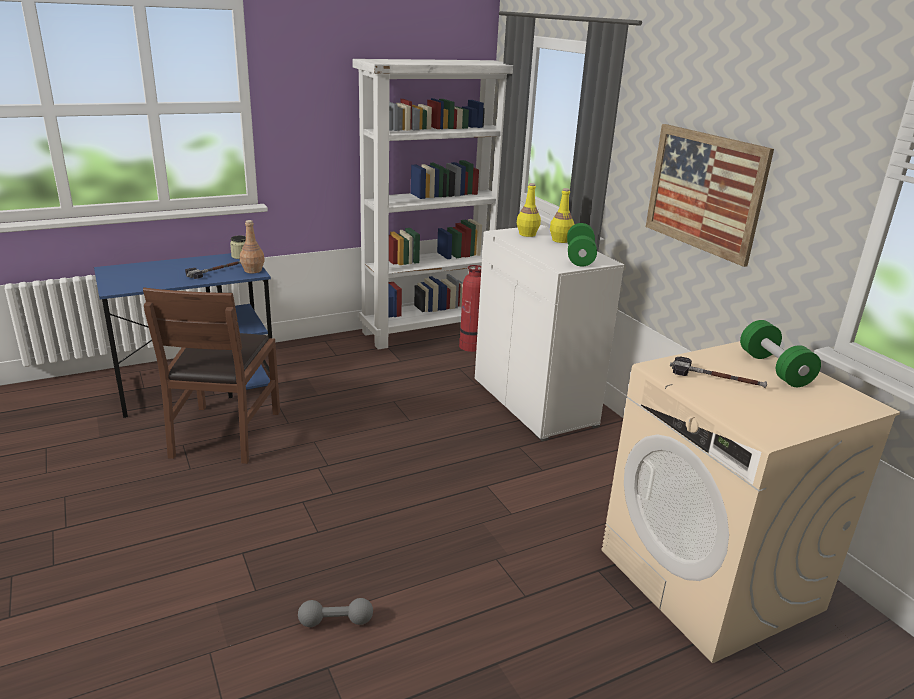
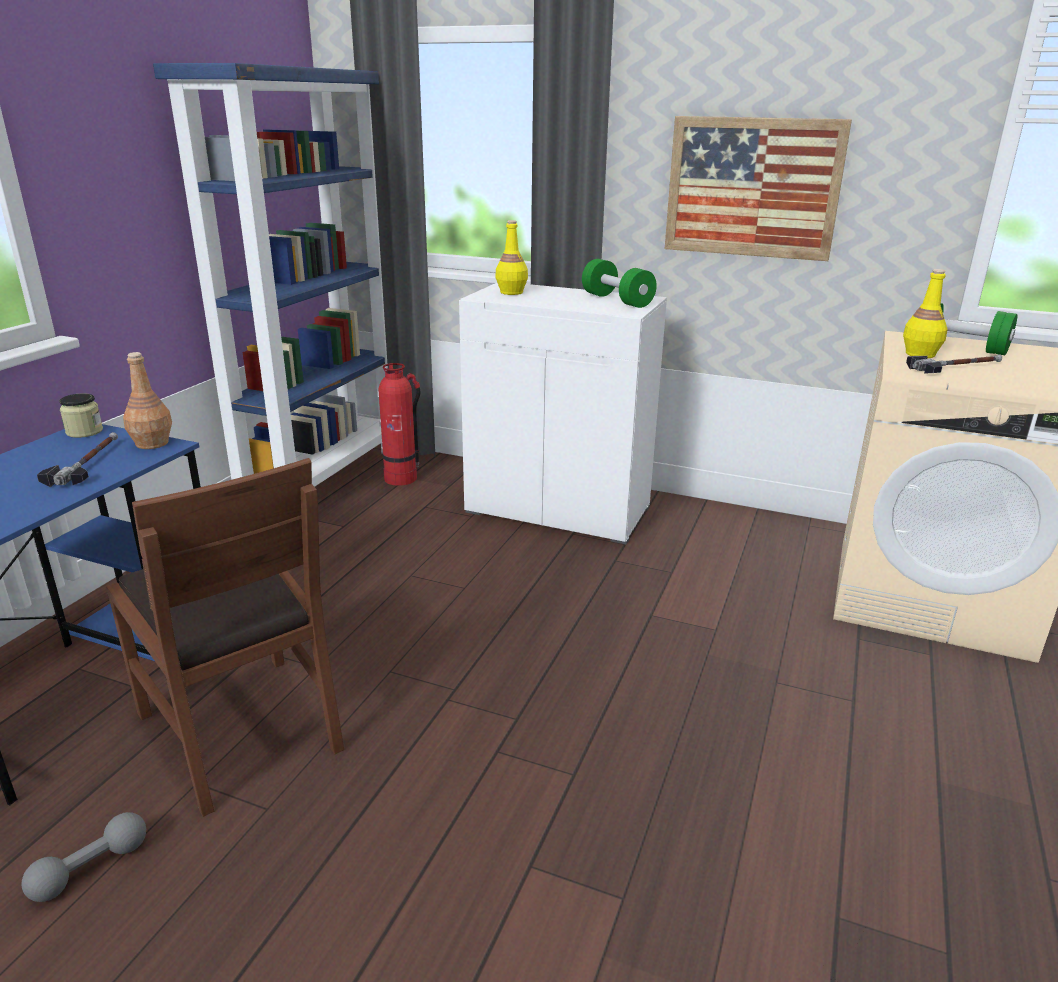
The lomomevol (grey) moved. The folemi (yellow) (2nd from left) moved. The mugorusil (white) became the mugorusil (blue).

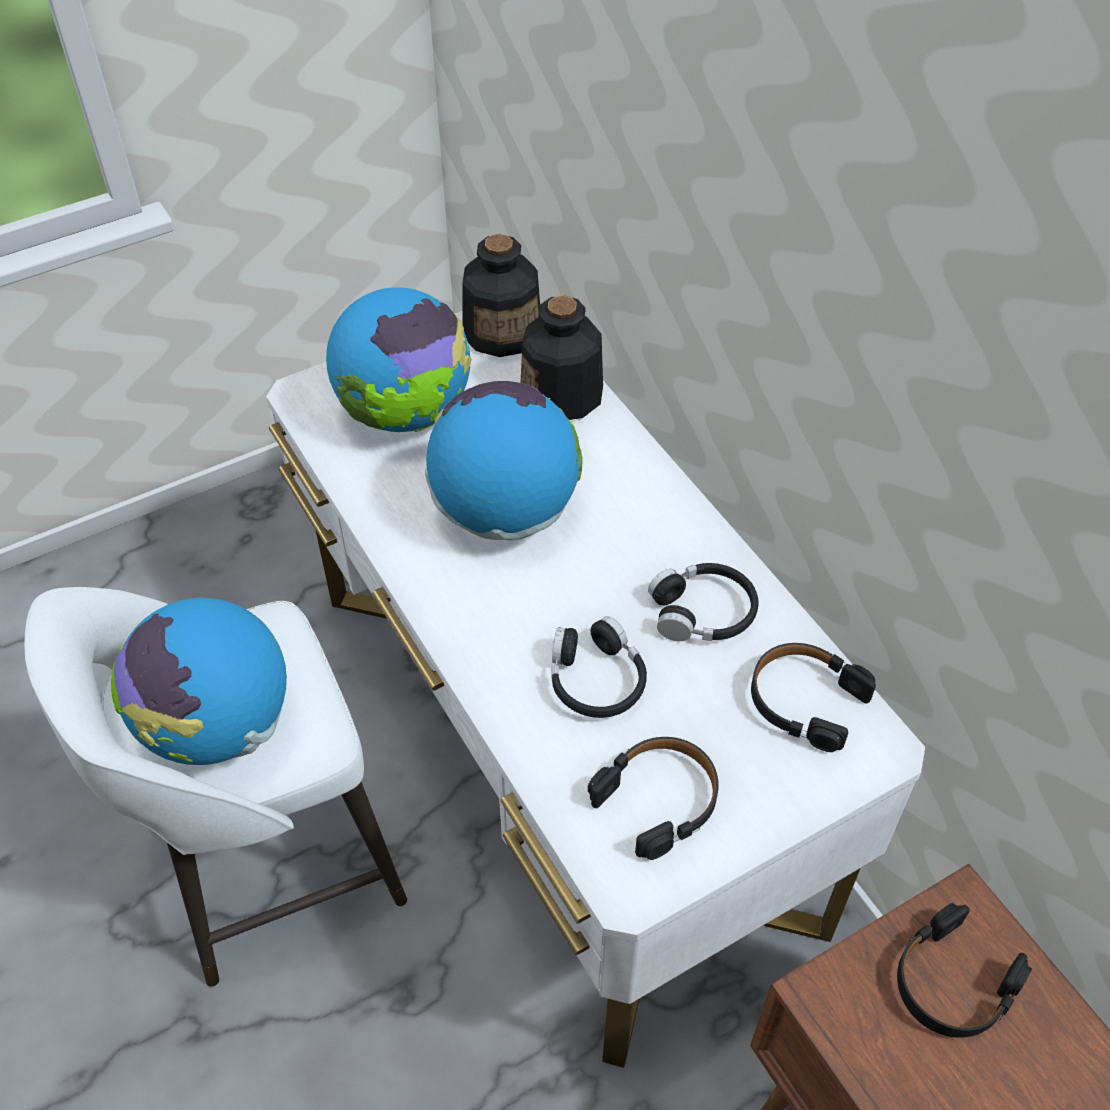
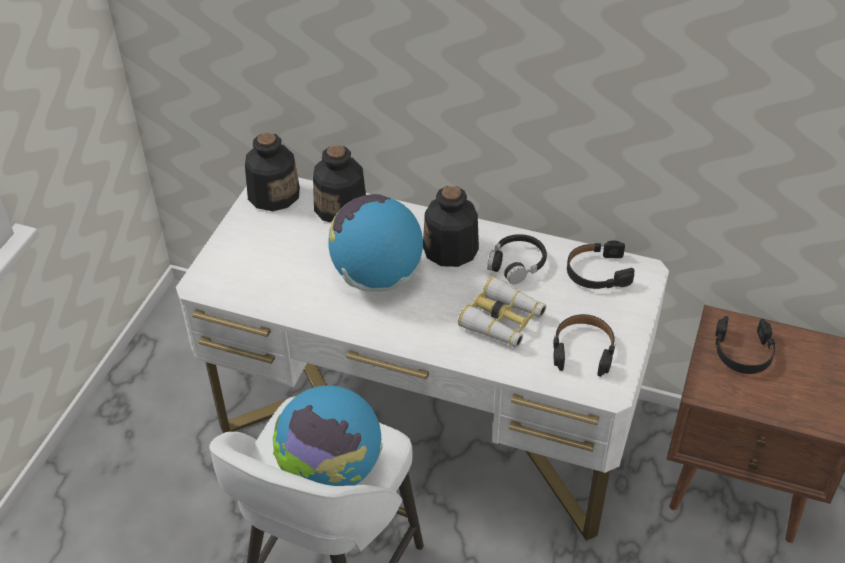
The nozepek (2nd from left) disappeared. The folemi (3rd from left) appeared. The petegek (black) (1st from left) was replaced by the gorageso.

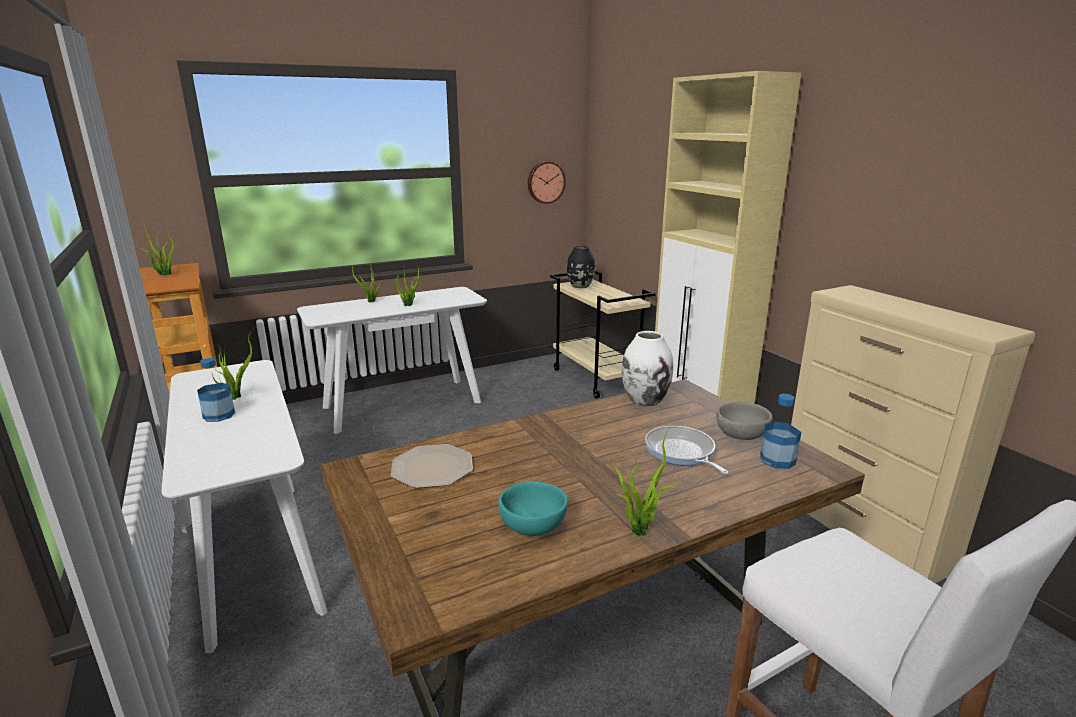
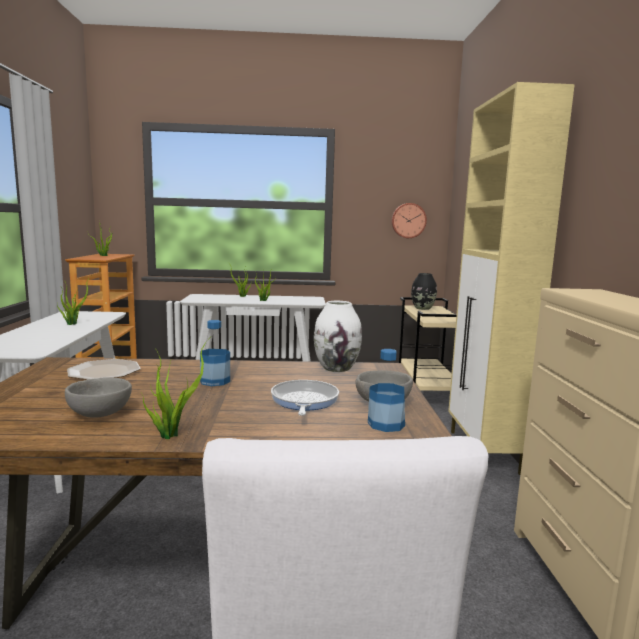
The folemi (1st from left) moved. The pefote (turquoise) became the pefote (grey) (1st from left).

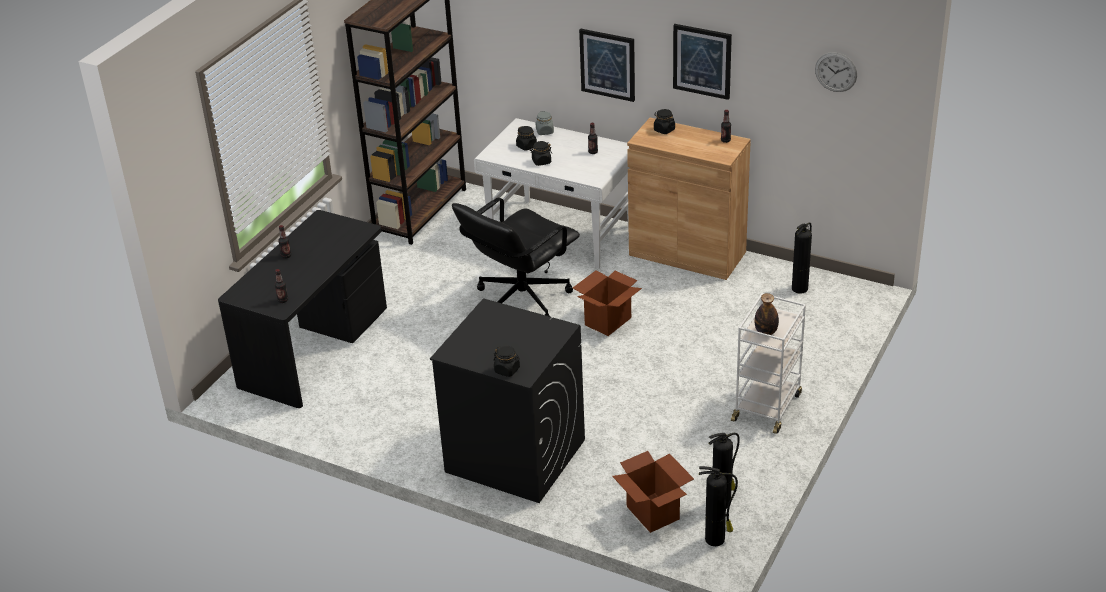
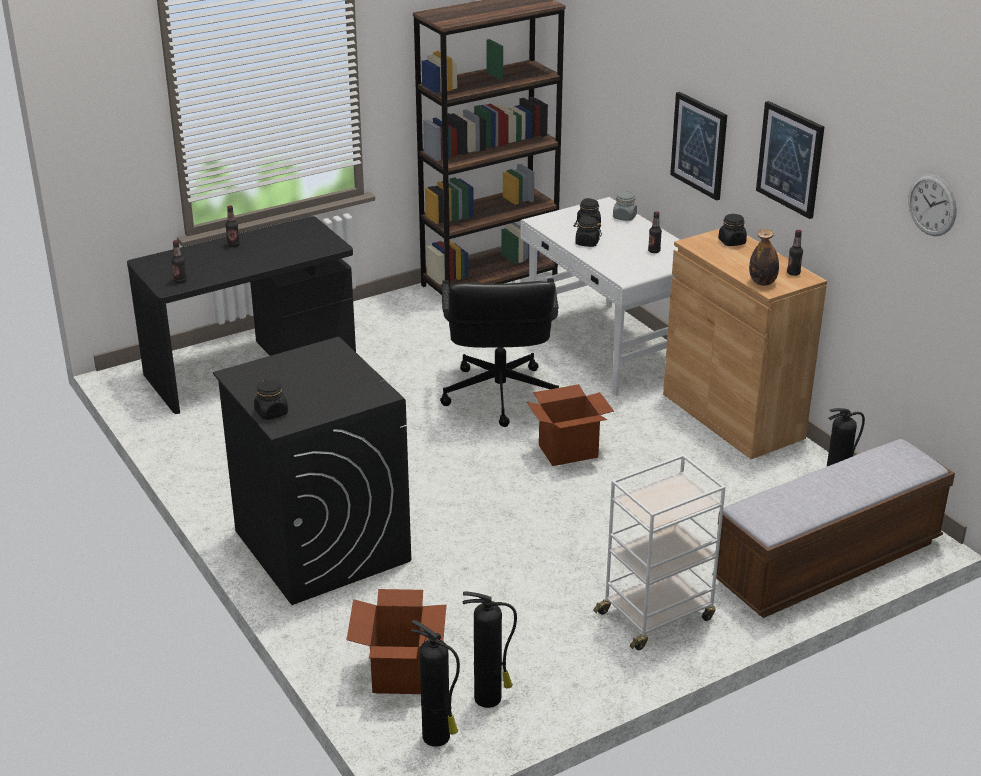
The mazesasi appeared. The folemi (5th from left in the first image) moved. The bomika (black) turned 75 degrees counterclockwise.

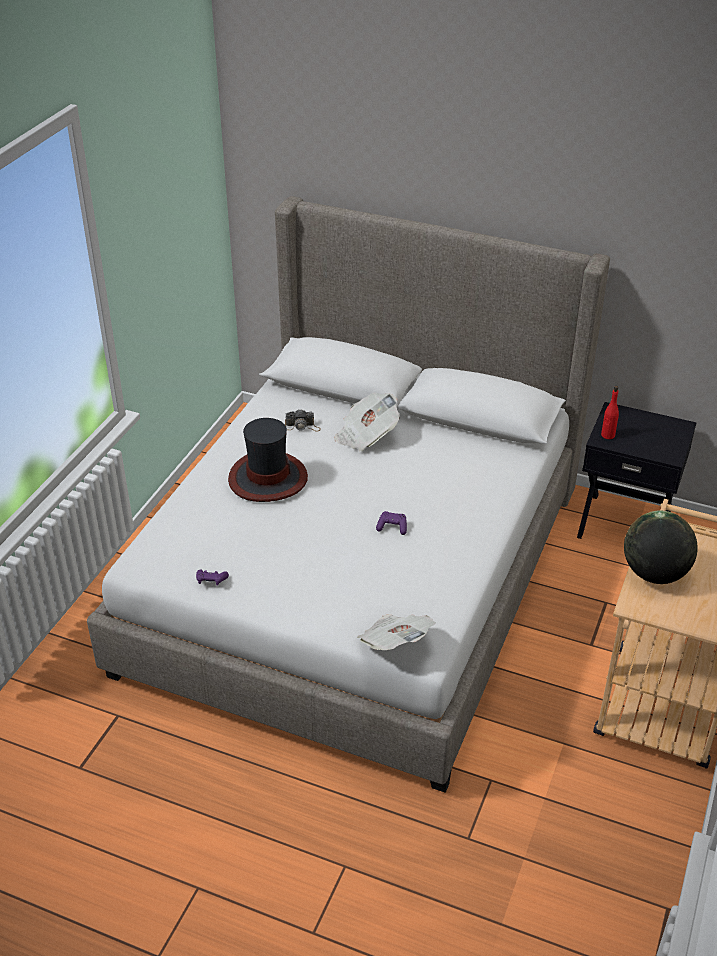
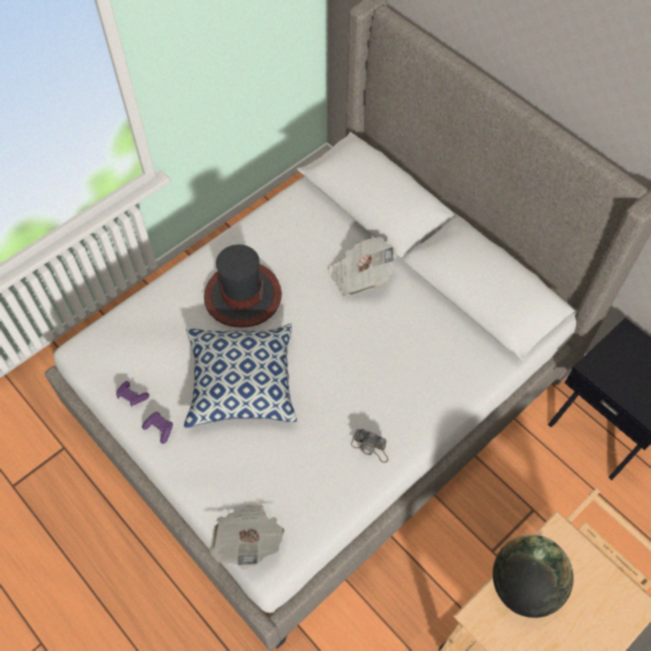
The folemi (red) disappeared. The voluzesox appeared. The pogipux moved. The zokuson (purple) (2nd from left) moved.

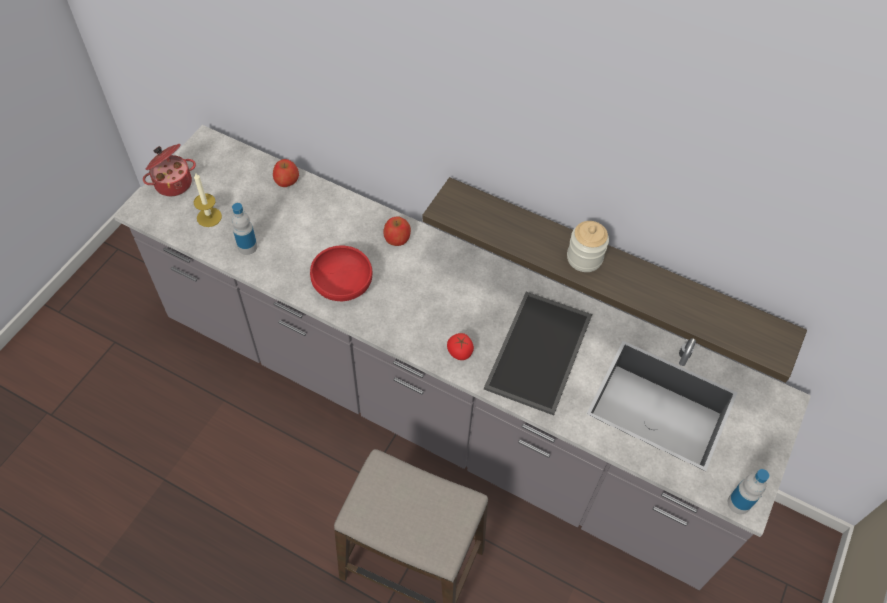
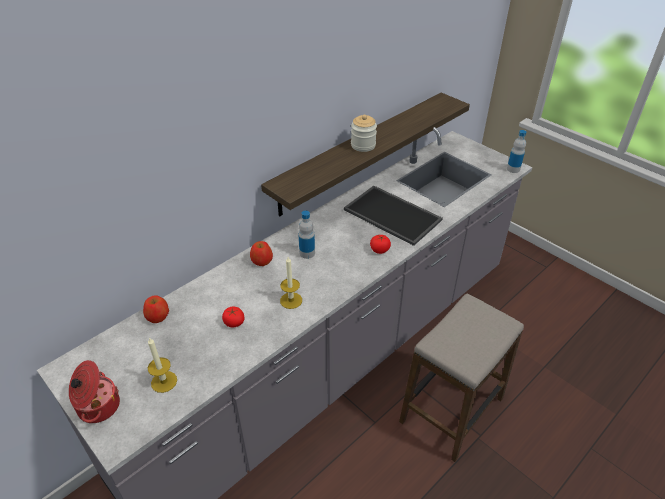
The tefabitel (1st from left) appeared. The folemi (1st from left) moved. The pefote (red) was replaced by the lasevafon (2nd from left).

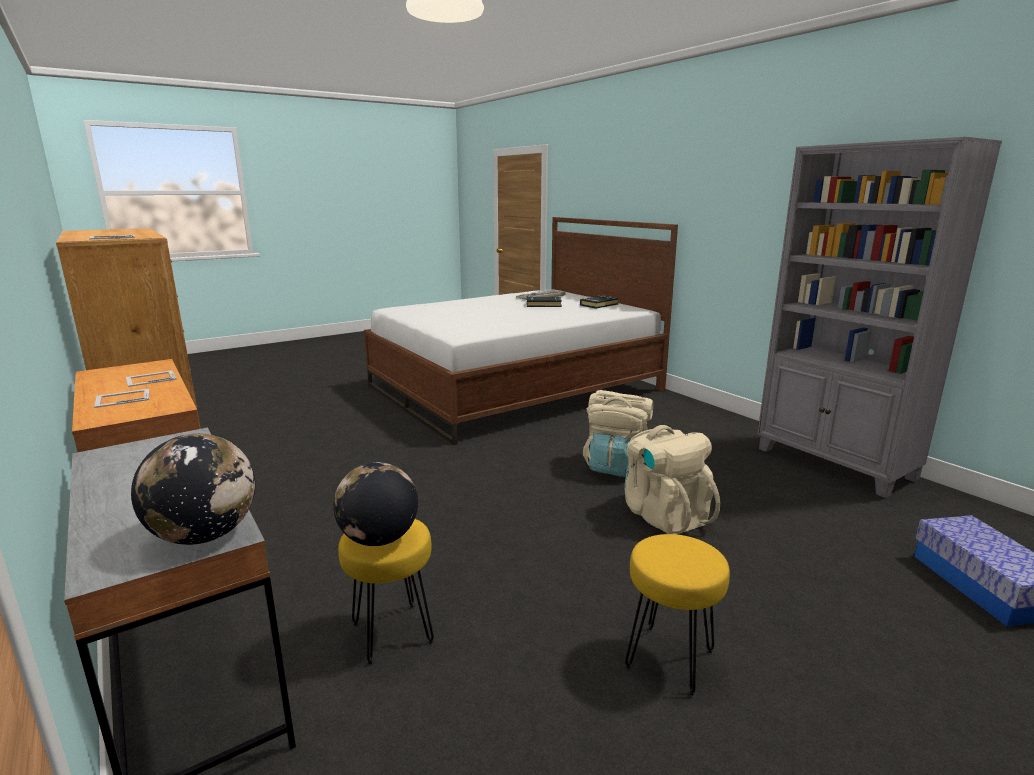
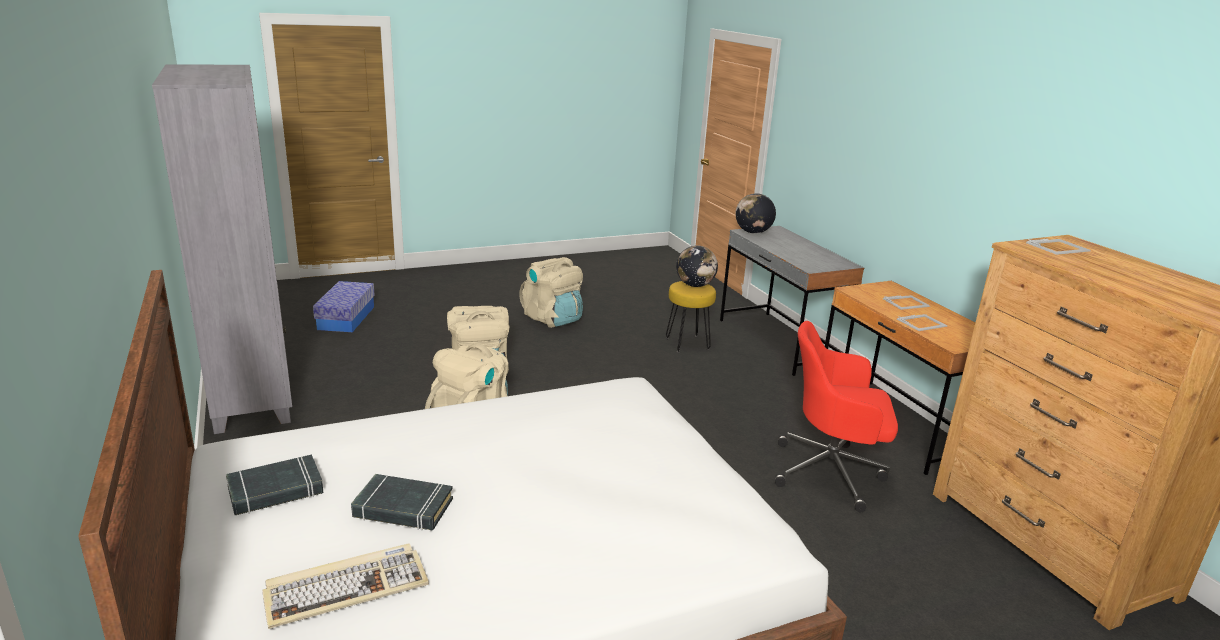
The bomika (red) appeared. The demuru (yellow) (2nd from left) was replaced by the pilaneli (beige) (3rd from left).

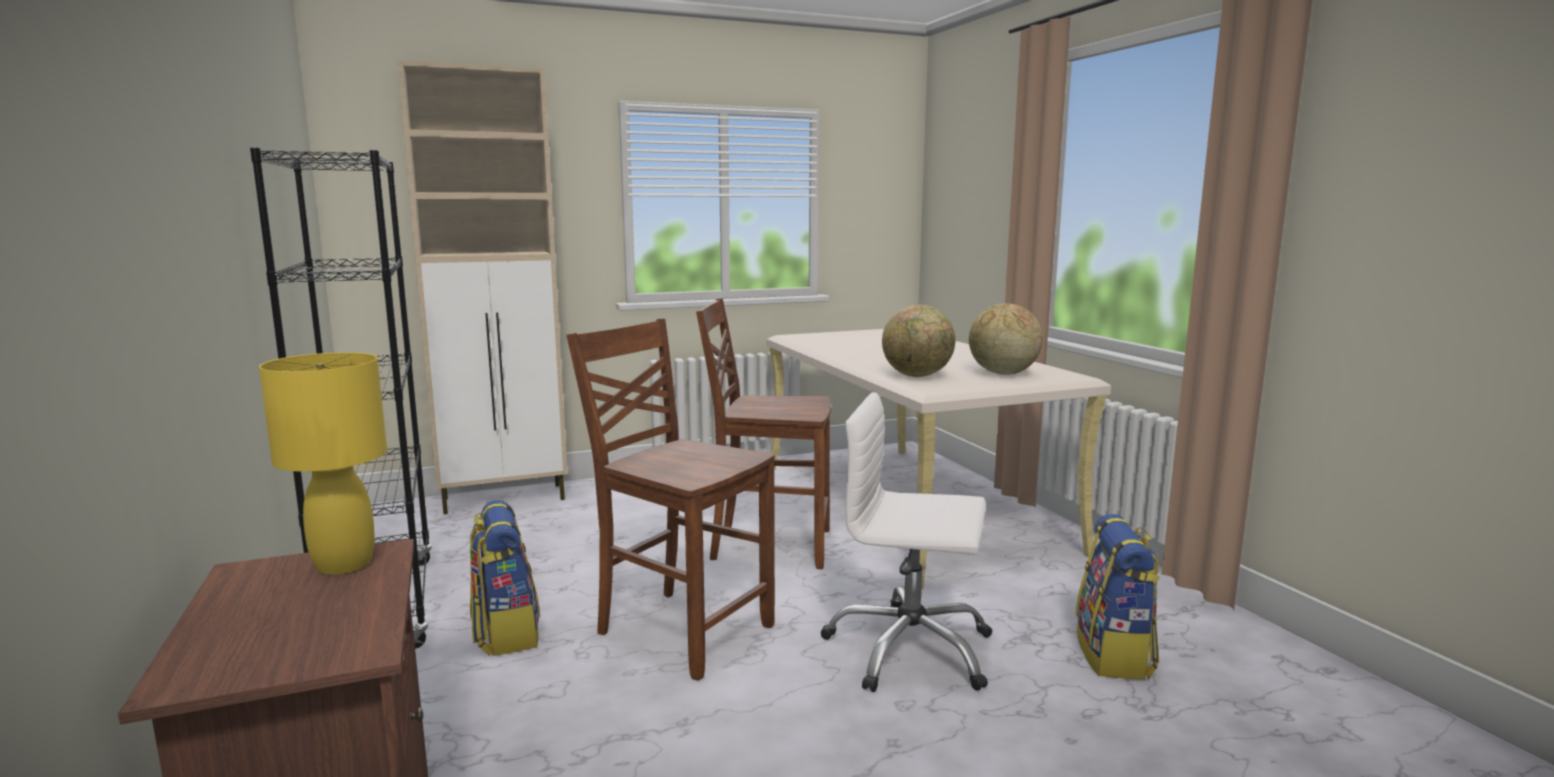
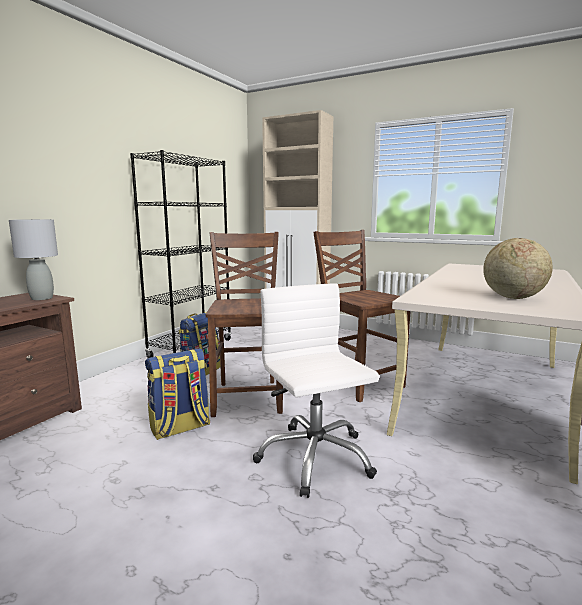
The nozepek (1st from left) disappeared. The pilaneli (2nd from left in the first image) moved. The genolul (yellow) became the genolul (grey).

